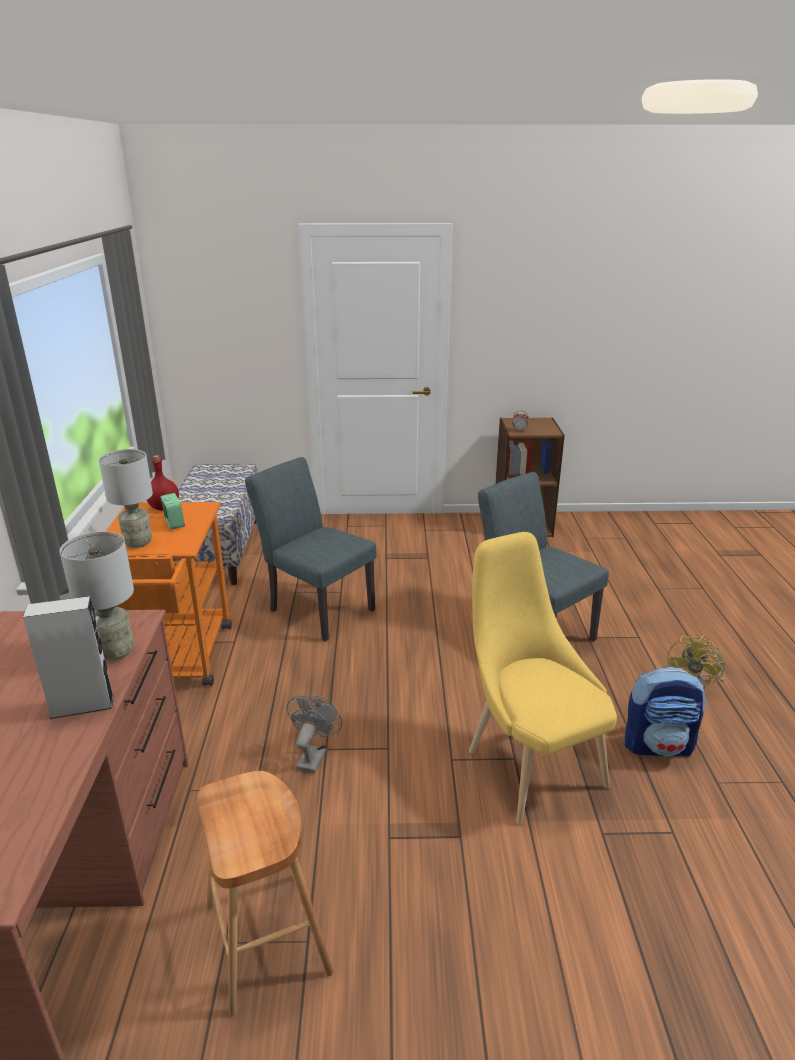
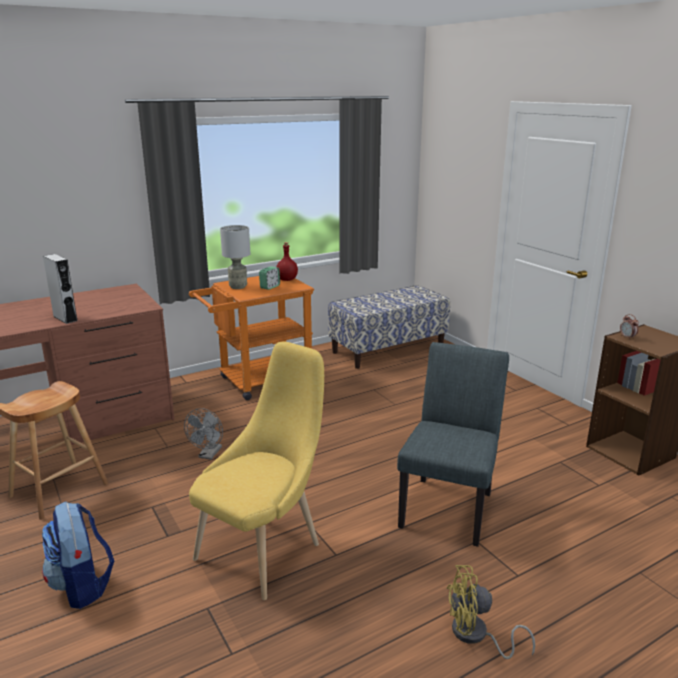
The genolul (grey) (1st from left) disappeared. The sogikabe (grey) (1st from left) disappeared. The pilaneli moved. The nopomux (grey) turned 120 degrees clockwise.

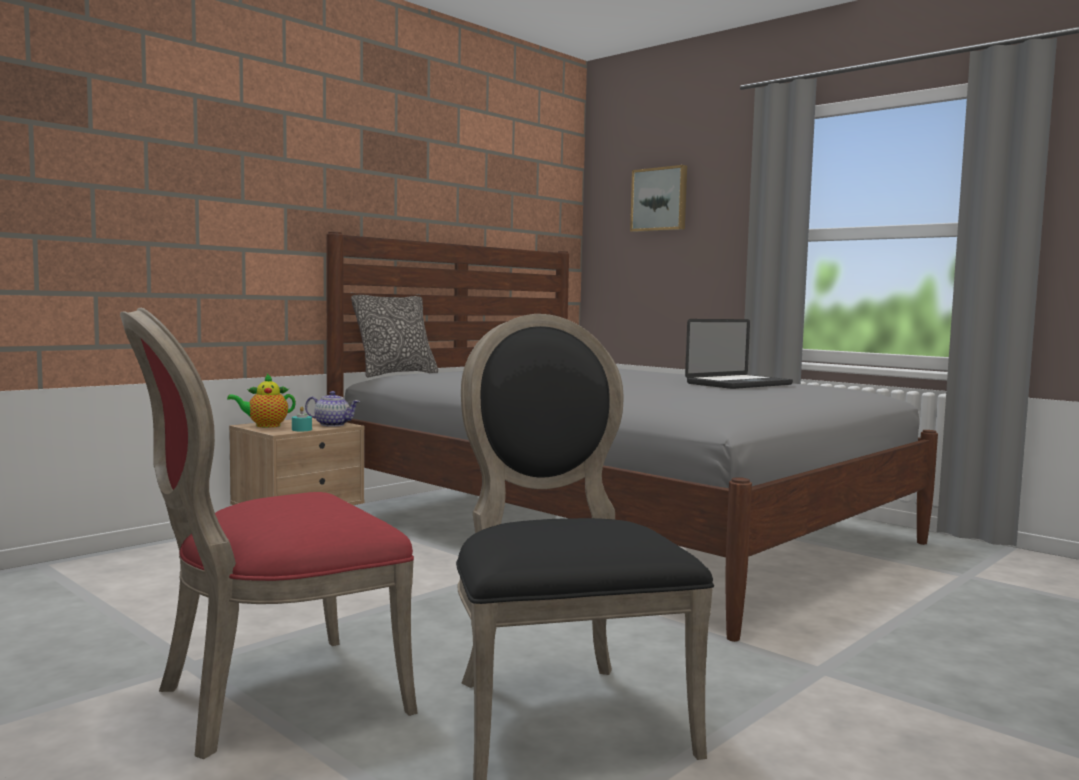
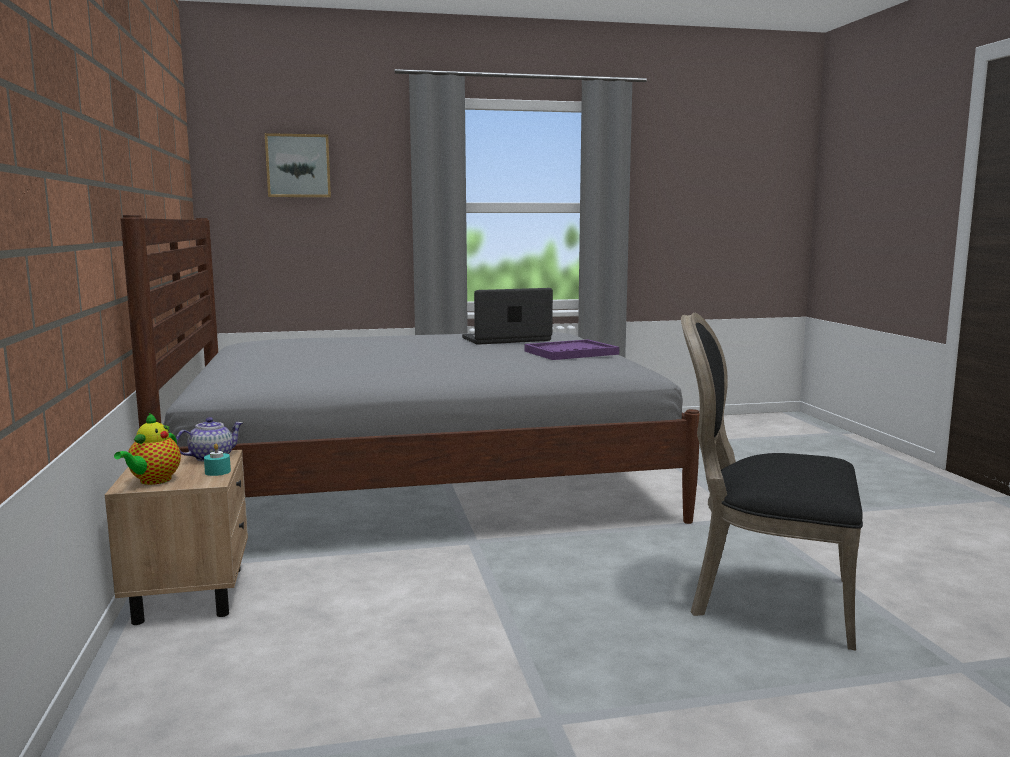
The sogikabe (red) disappeared. The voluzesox disappeared. The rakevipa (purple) appeared. The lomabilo turned 105 degrees counterclockwise.

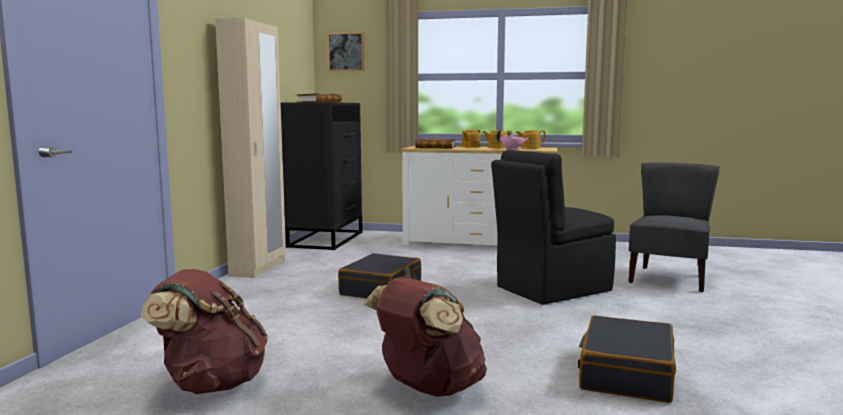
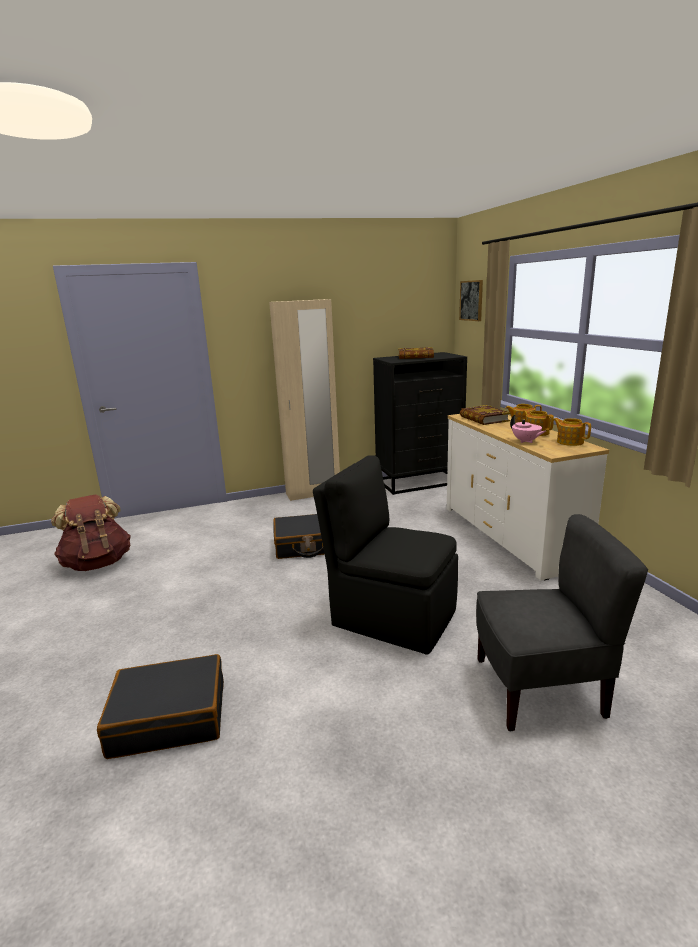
The pilaneli (brown) (2nd from left) disappeared.

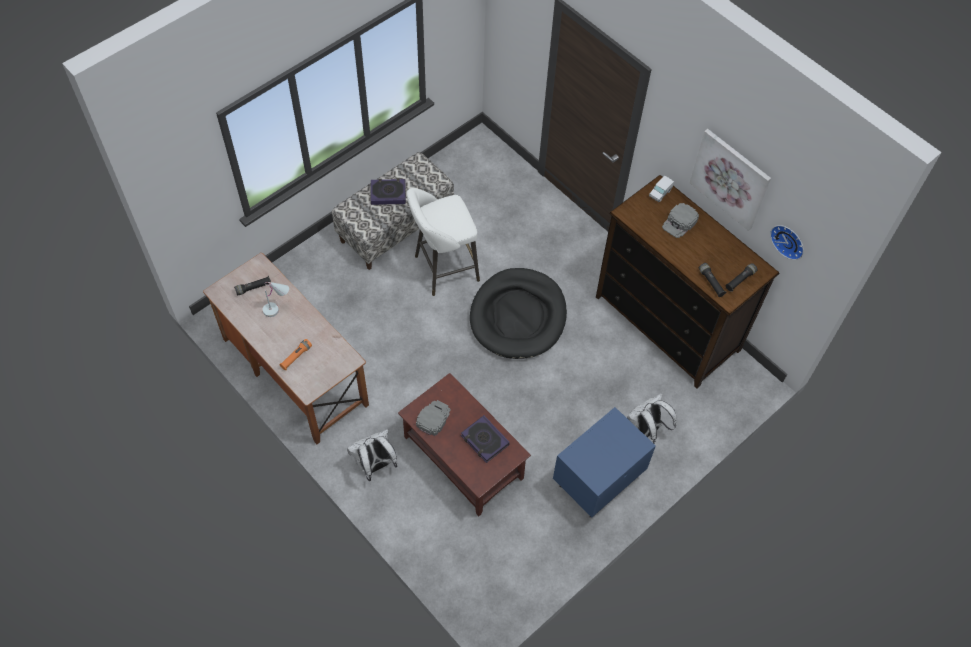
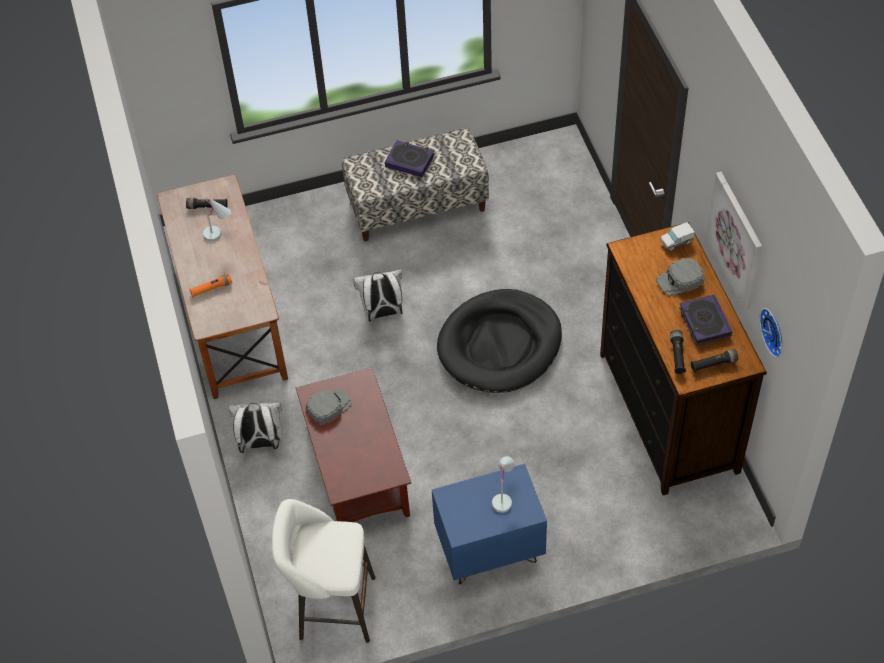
The genolul (white) (2nd from left) appeared. The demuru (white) moved. The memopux (2nd from left) moved. The pilaneli (white) (2nd from left) moved.

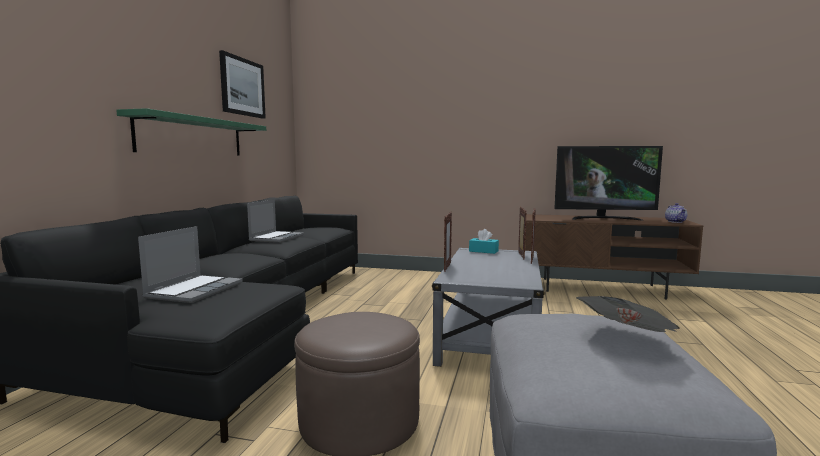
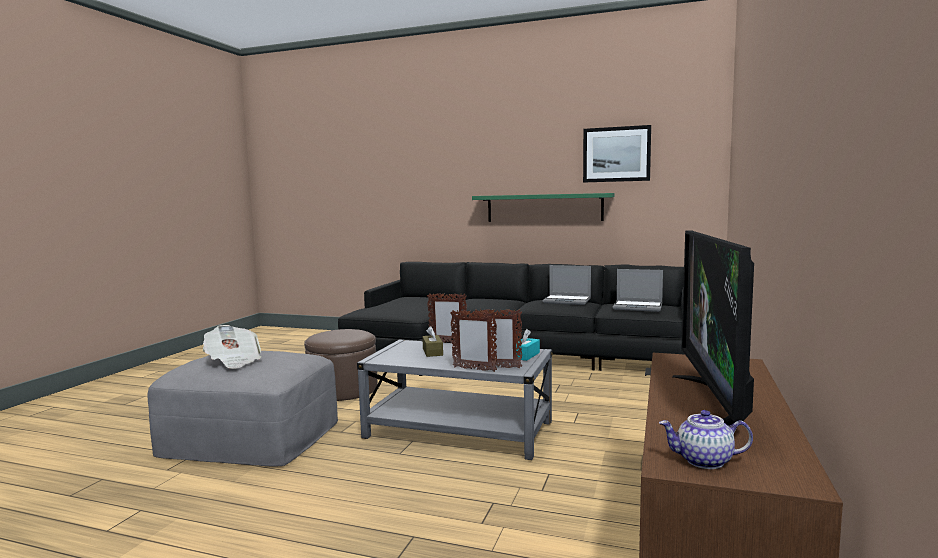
The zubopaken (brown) appeared. The lomabilo (1st from left in the first image) moved.

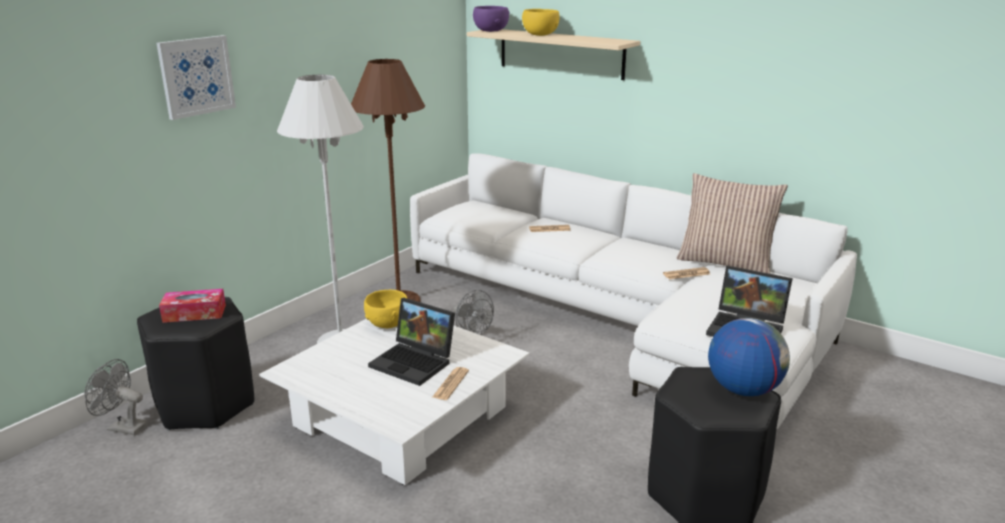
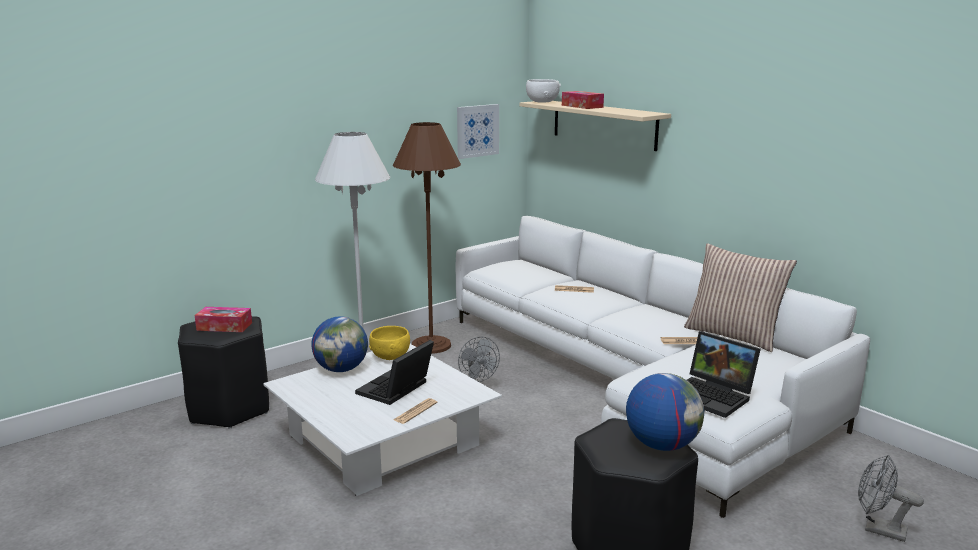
The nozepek (1st from left) appeared. The nopomux (grey) (1st from left in the first image) moved. The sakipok moved. The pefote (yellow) (2nd from left) was replaced by the zubopaken (2nd from left). The pefote (purple) became the pefote (white). The lomabilo (1st from left) turned 75 degrees clockwise.

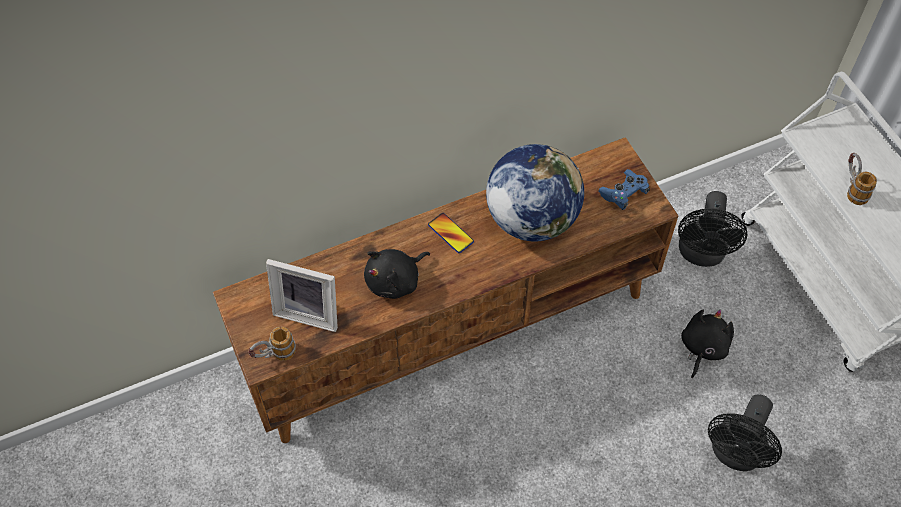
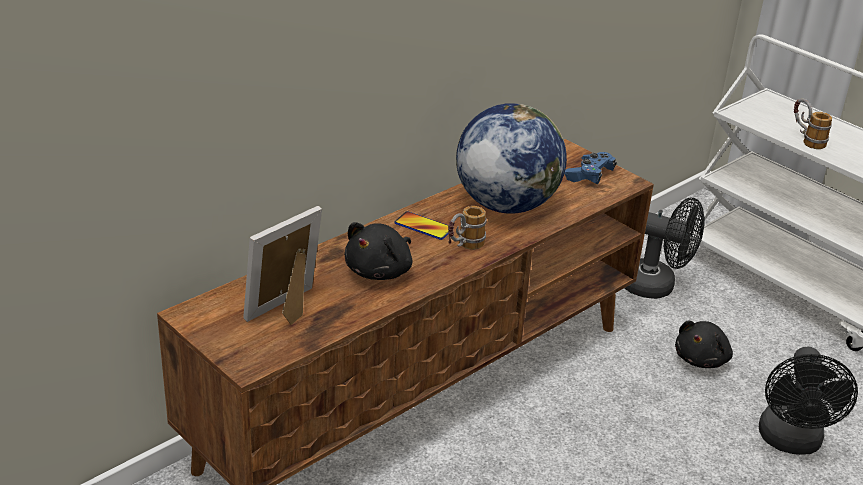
The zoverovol (1st from left) moved. The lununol turned 135 degrees clockwise. The nopomux (black) (1st from left) turned 60 degrees counterclockwise. The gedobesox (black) (2nd from left) turned 150 degrees counterclockwise.

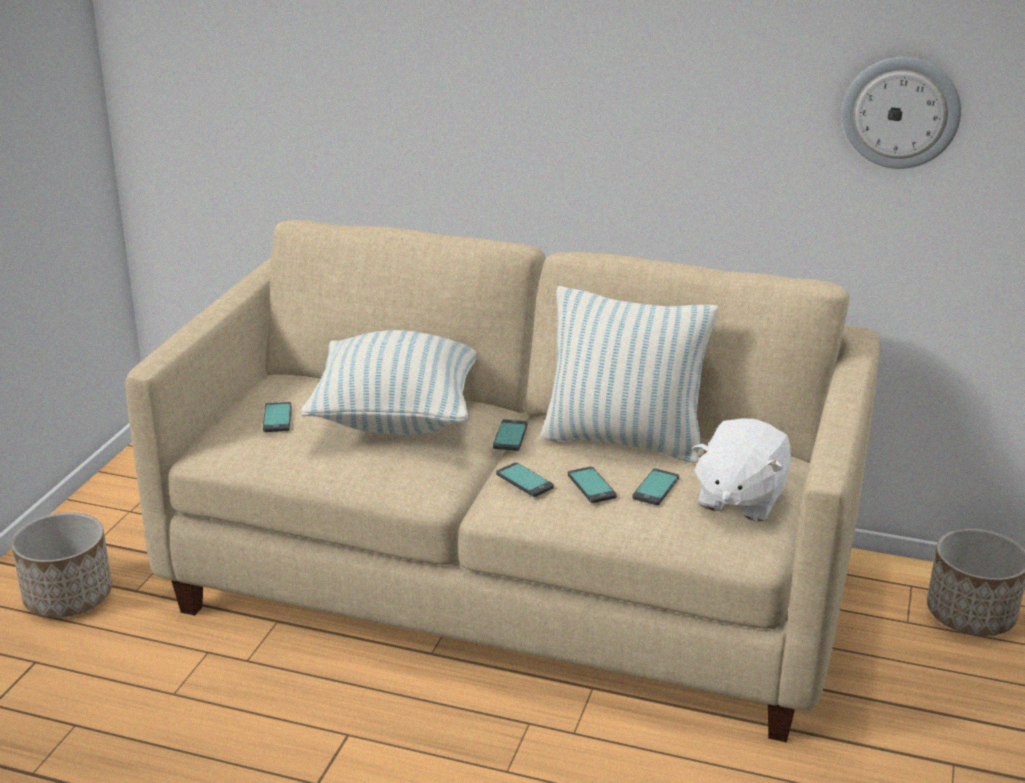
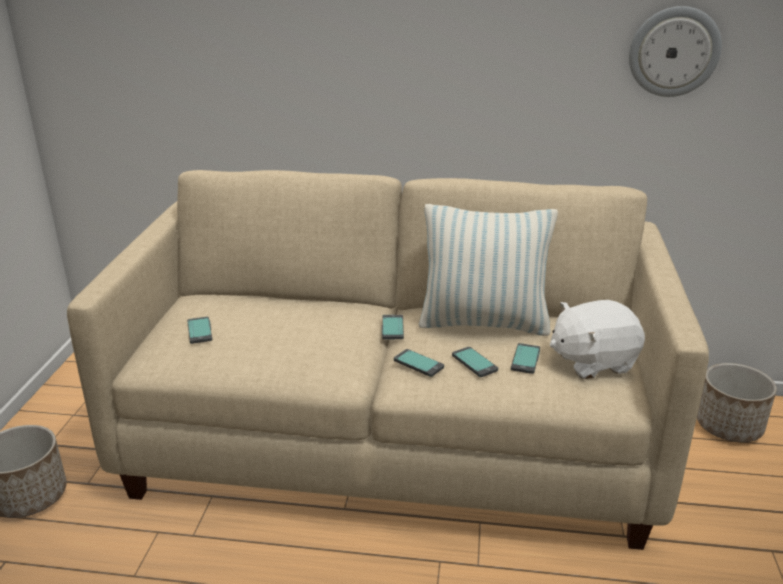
The voluzesox (1st from left) disappeared. The gedobesox (white) turned 60 degrees clockwise.

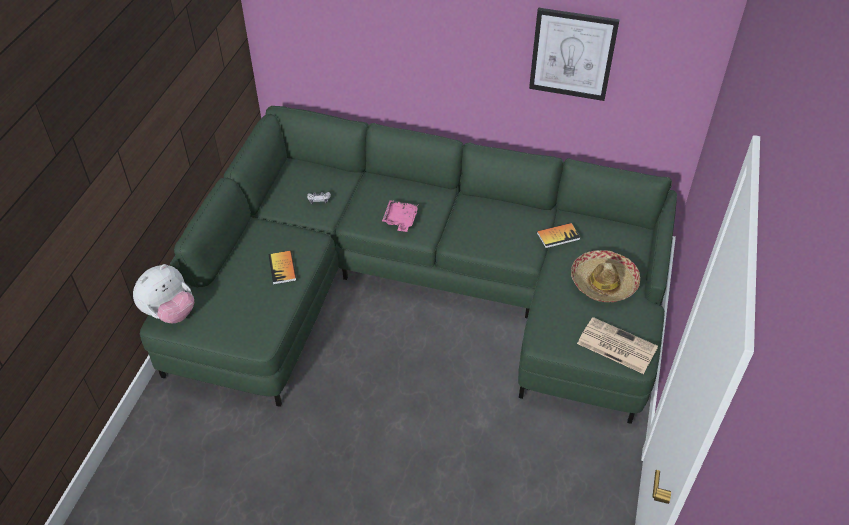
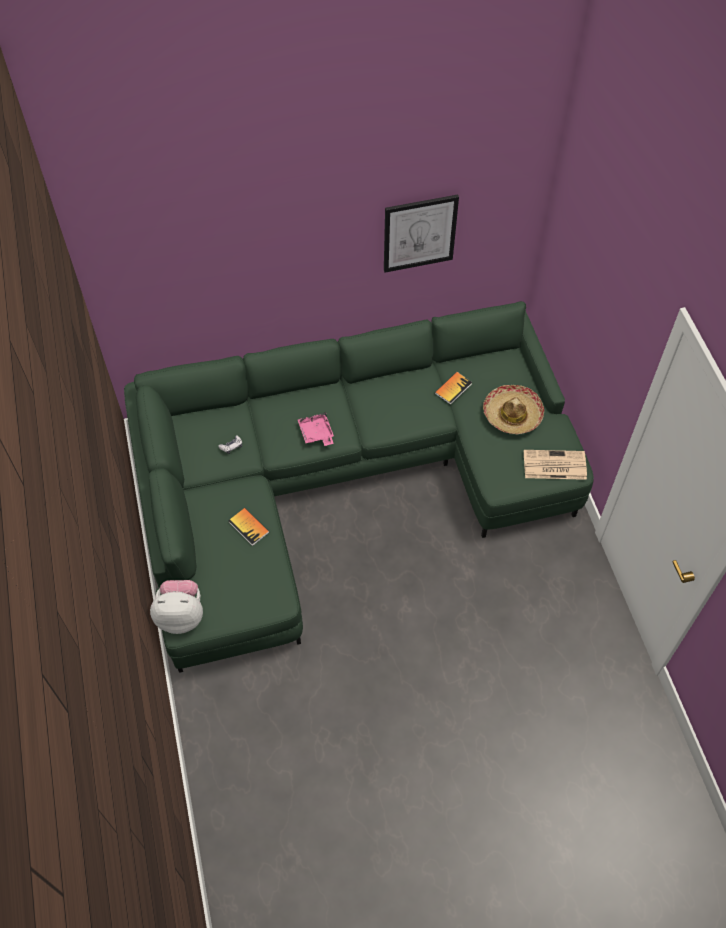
The gedobesox turned 105 degrees counterclockwise.

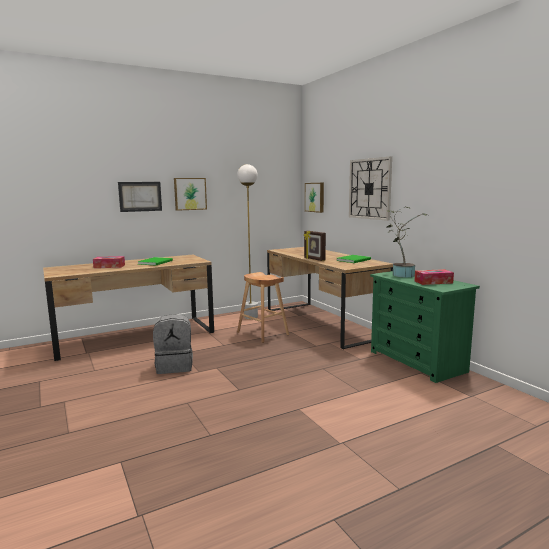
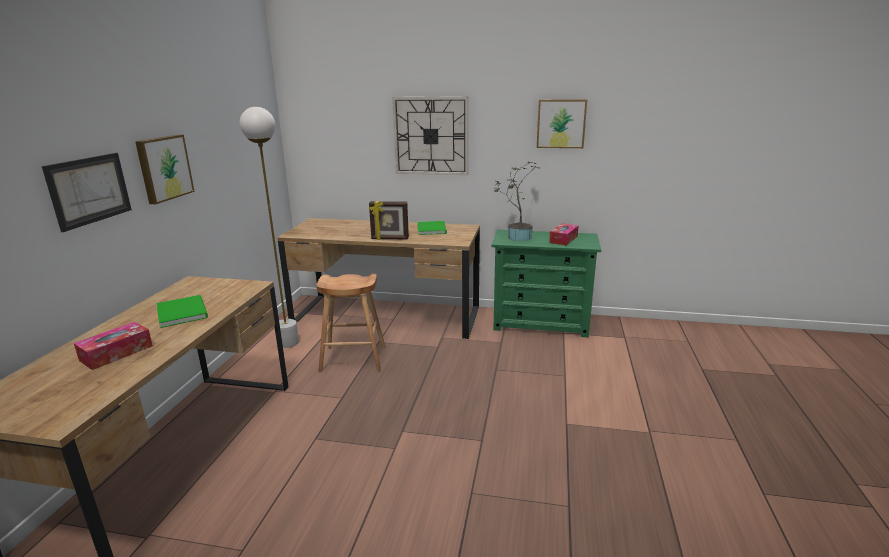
The pilaneli (grey) disappeared. The sakipok (3rd from left) moved.

